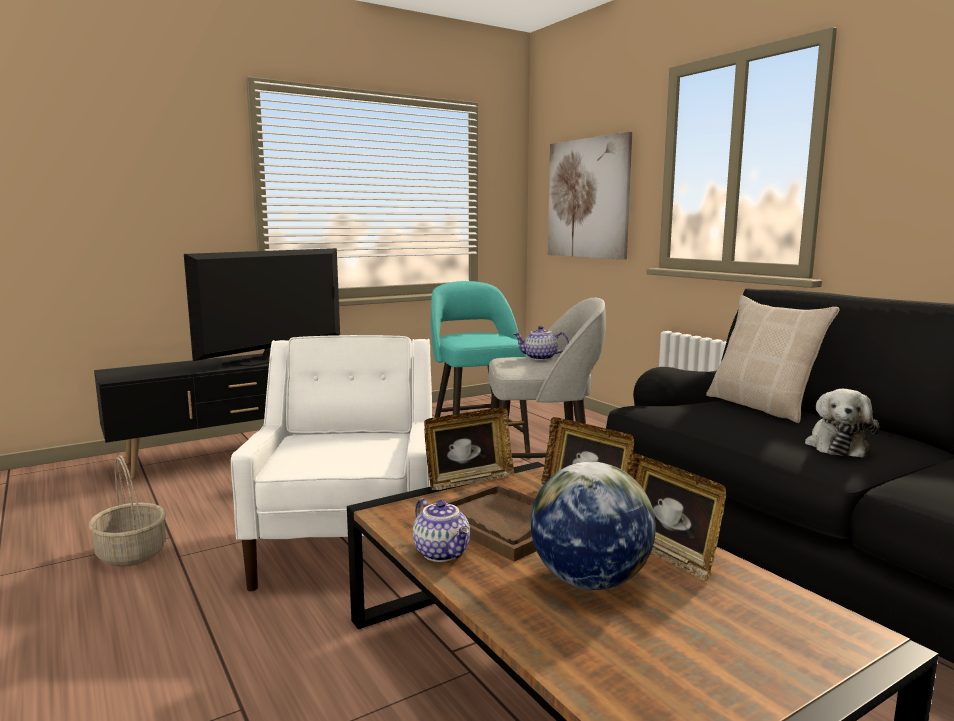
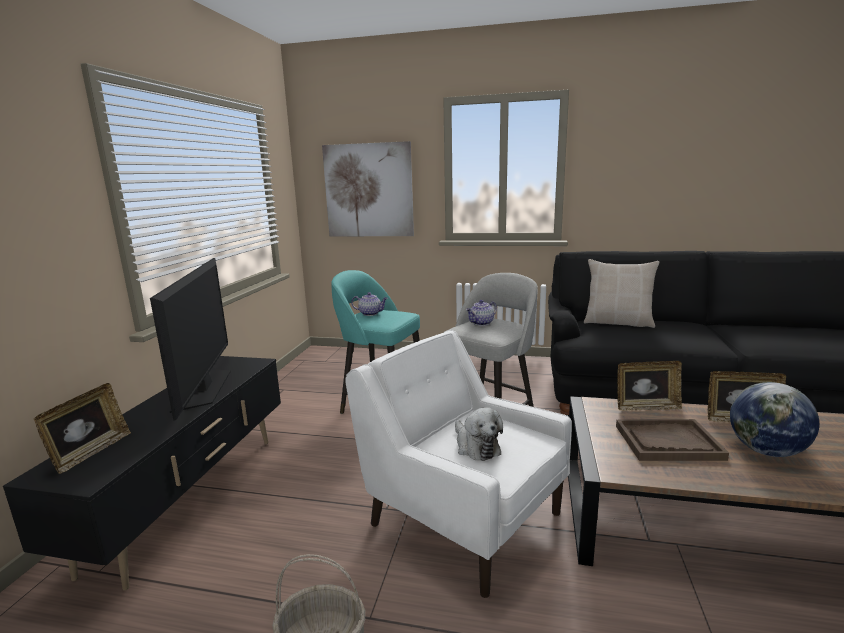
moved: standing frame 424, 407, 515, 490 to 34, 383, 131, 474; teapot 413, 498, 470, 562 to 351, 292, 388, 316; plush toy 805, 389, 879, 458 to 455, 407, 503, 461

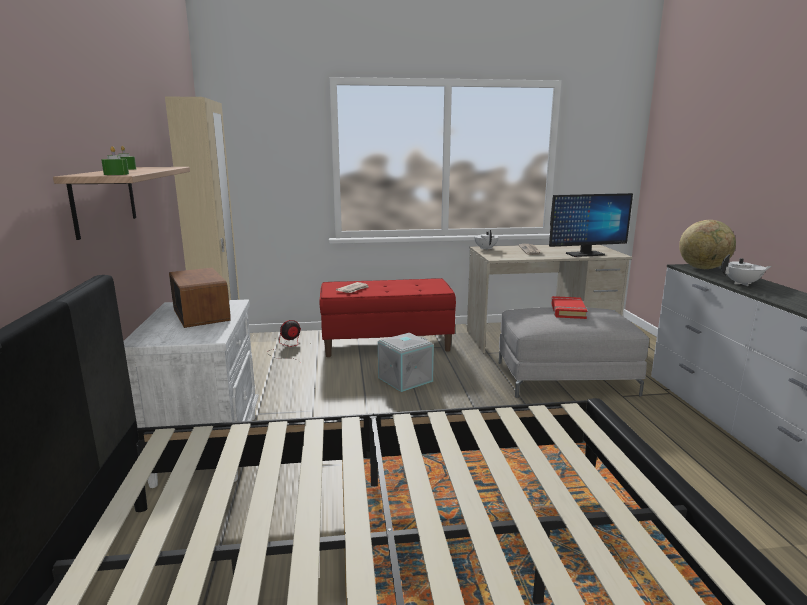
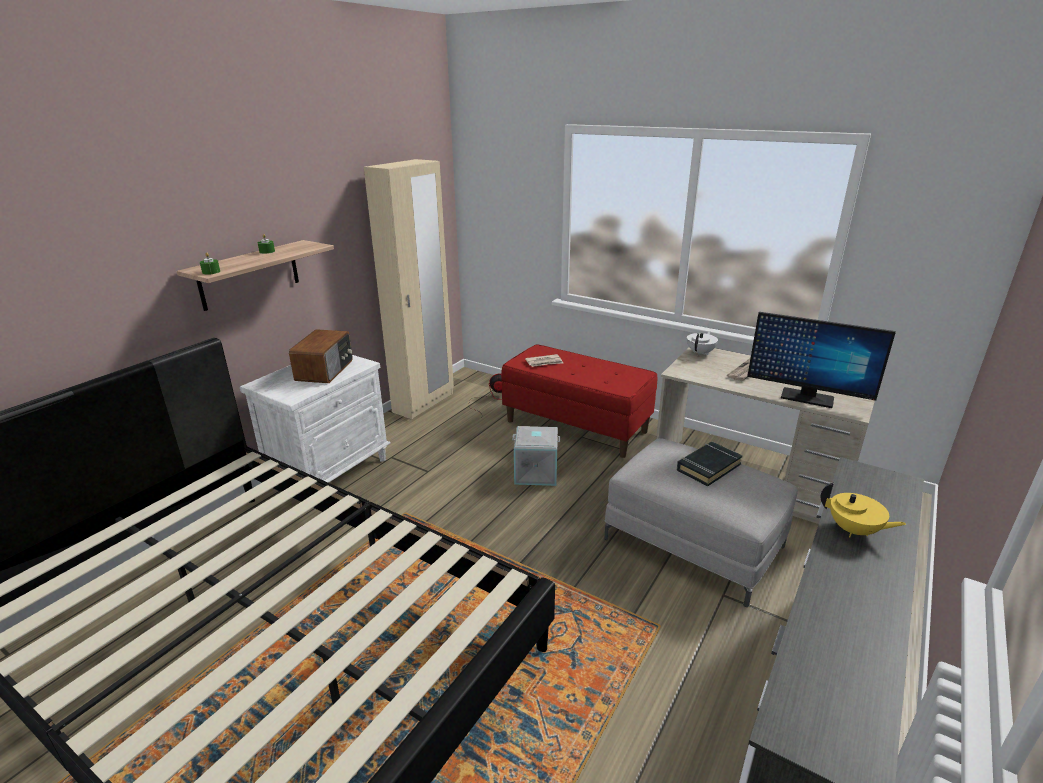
removed: globe 679, 220, 736, 269
recoloured: reddish volume 551, 296, 587, 319 to black volume 677, 442, 743, 486; whitish teapot 721, 254, 772, 286 to yellow-coloured teapot 821, 483, 906, 537

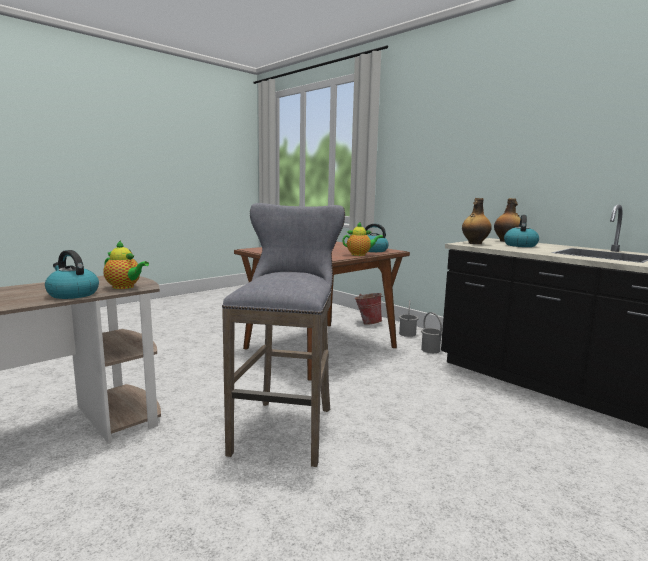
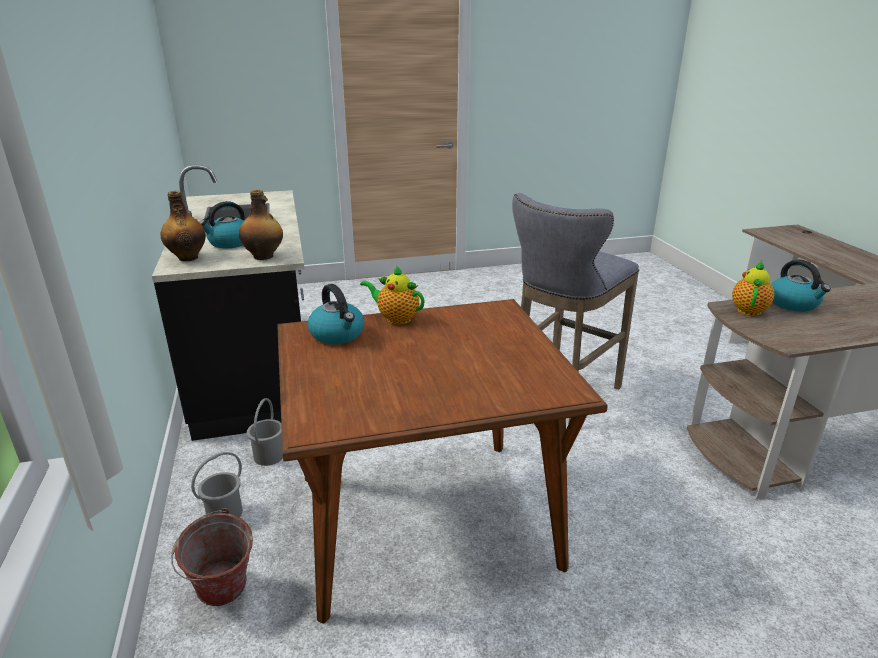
turned: teapot 103, 240, 149, 289 = 732, 261, 774, 316 60 degrees clockwise

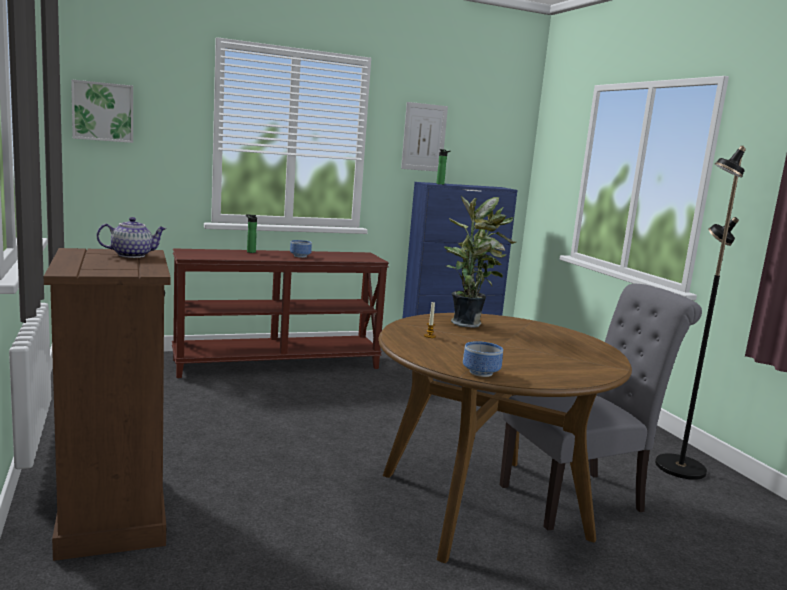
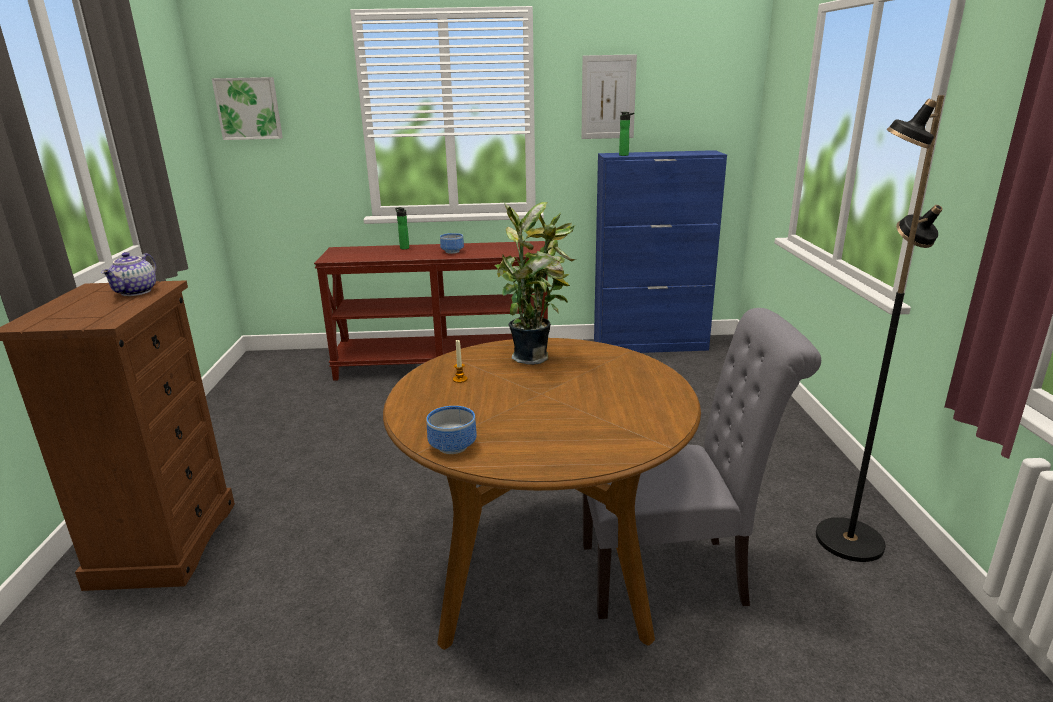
turned: teapot 97, 217, 167, 258 = 101, 252, 156, 296 105 degrees clockwise

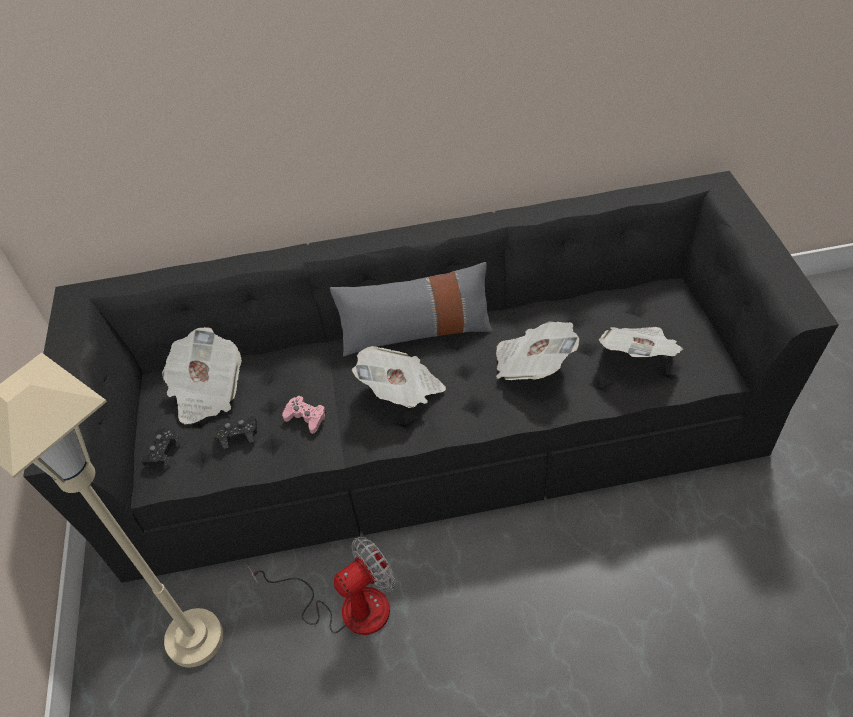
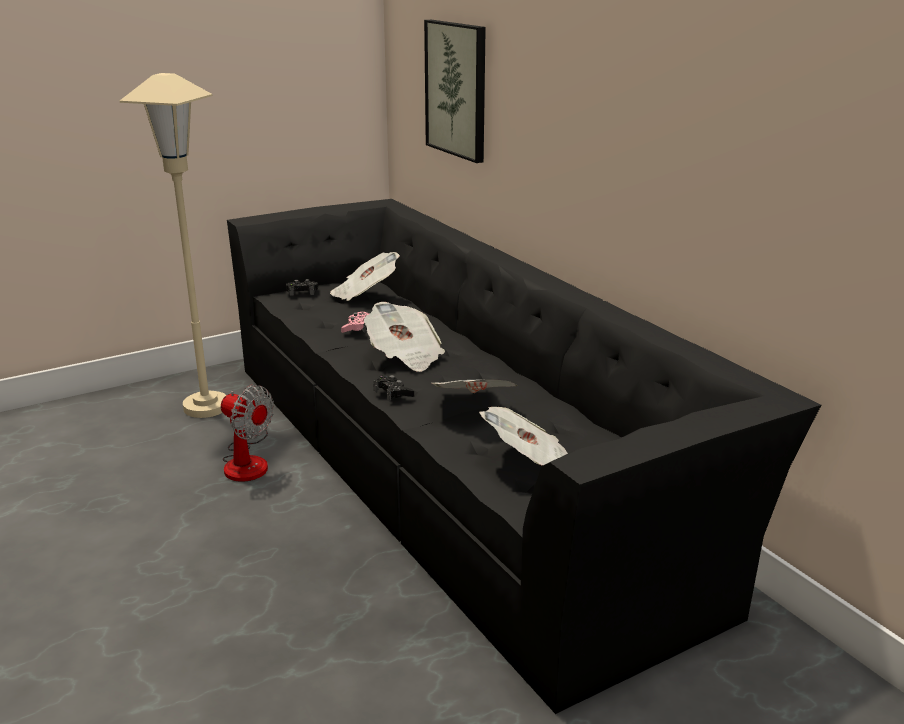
removed: greyish pillow 330, 262, 493, 356
added: wall art 424, 20, 486, 163
moved: black game controller 215, 416, 257, 449 to 373, 375, 414, 402

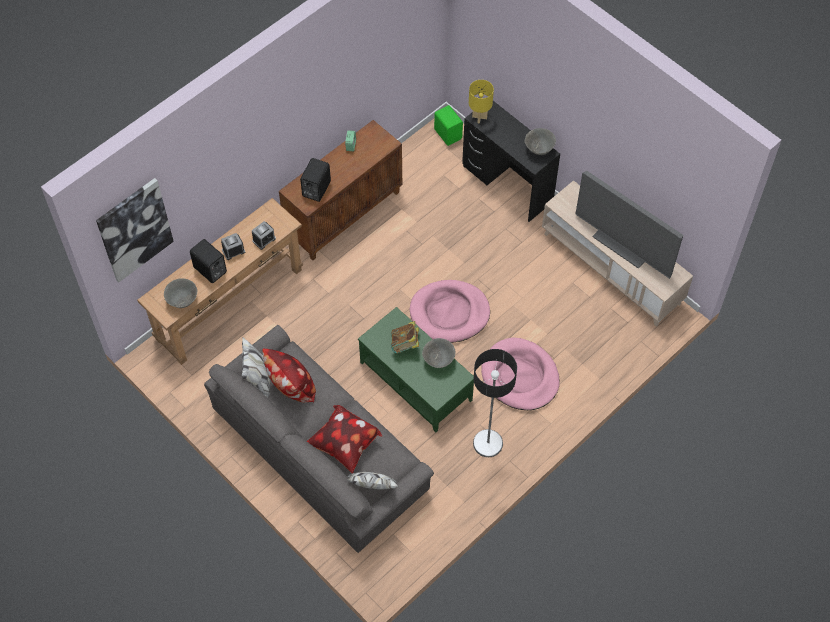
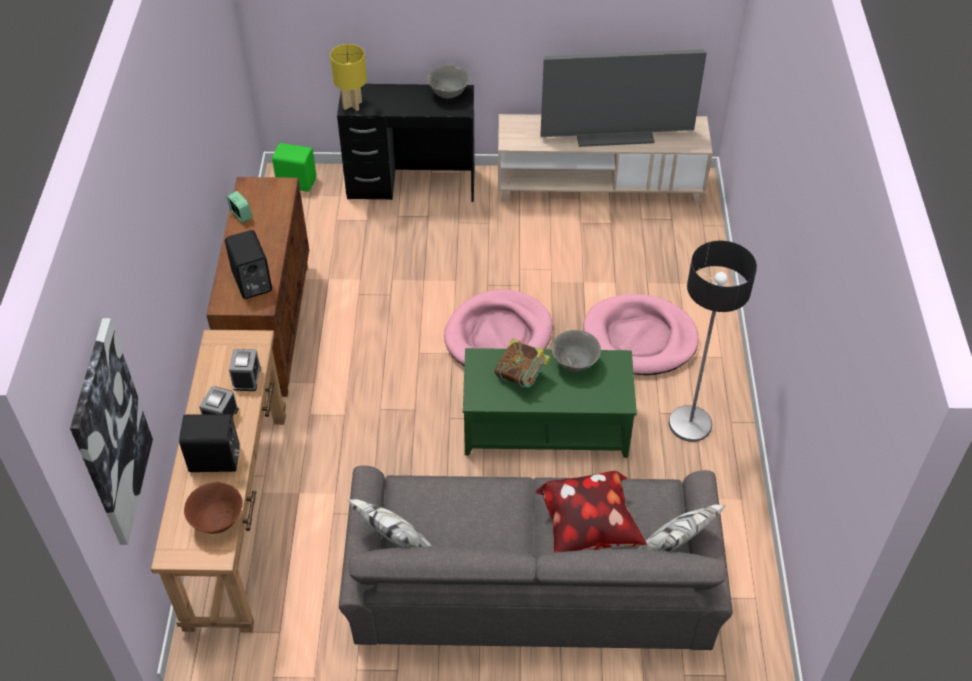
removed: pillow 263, 349, 316, 403
recoloured: greyish bowl 164, 278, 197, 308 to brown bowl 184, 482, 243, 534

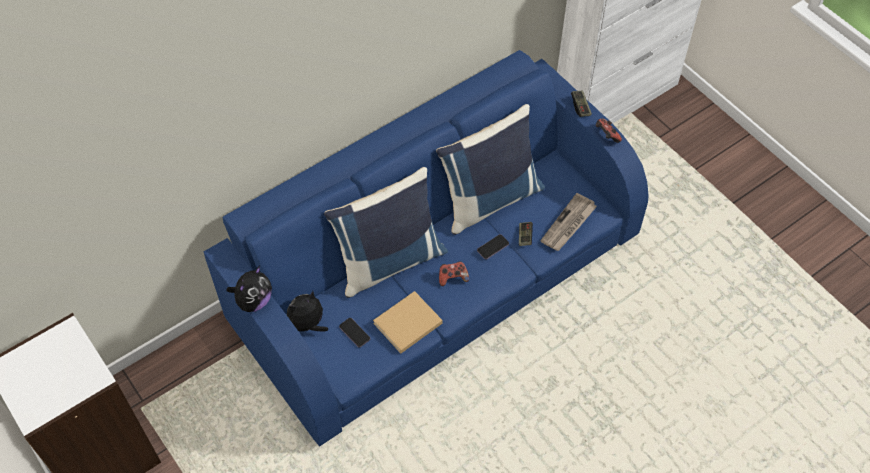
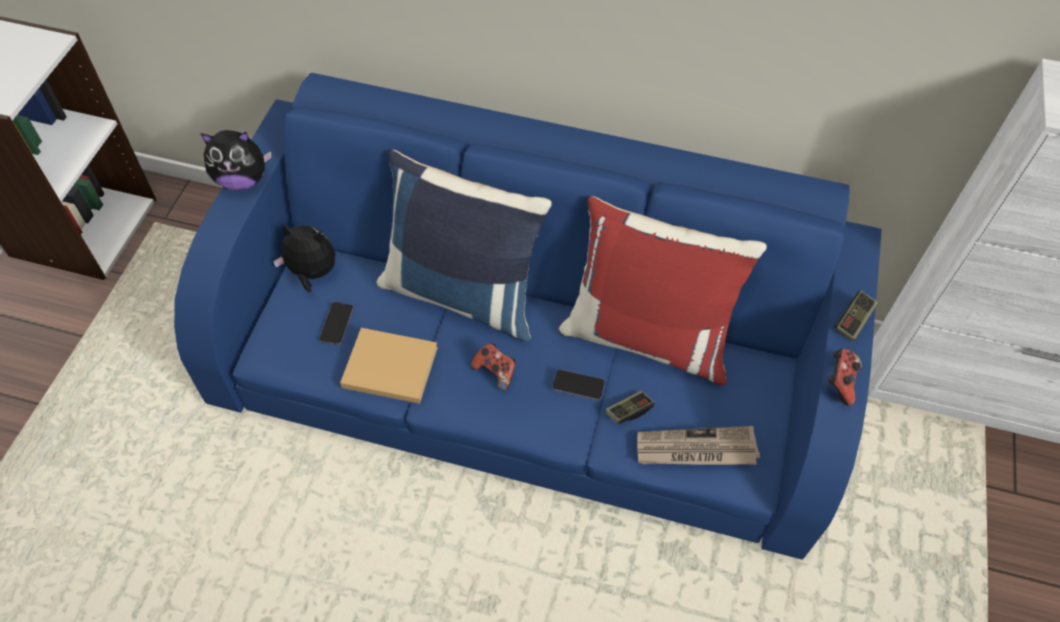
recoloured: blue pillow 436, 104, 545, 235 to reddish pillow 558, 196, 767, 385

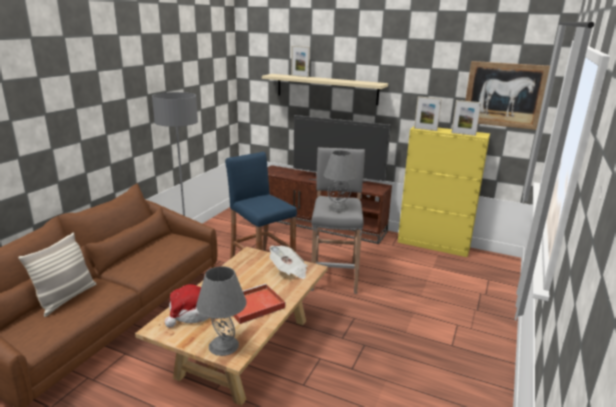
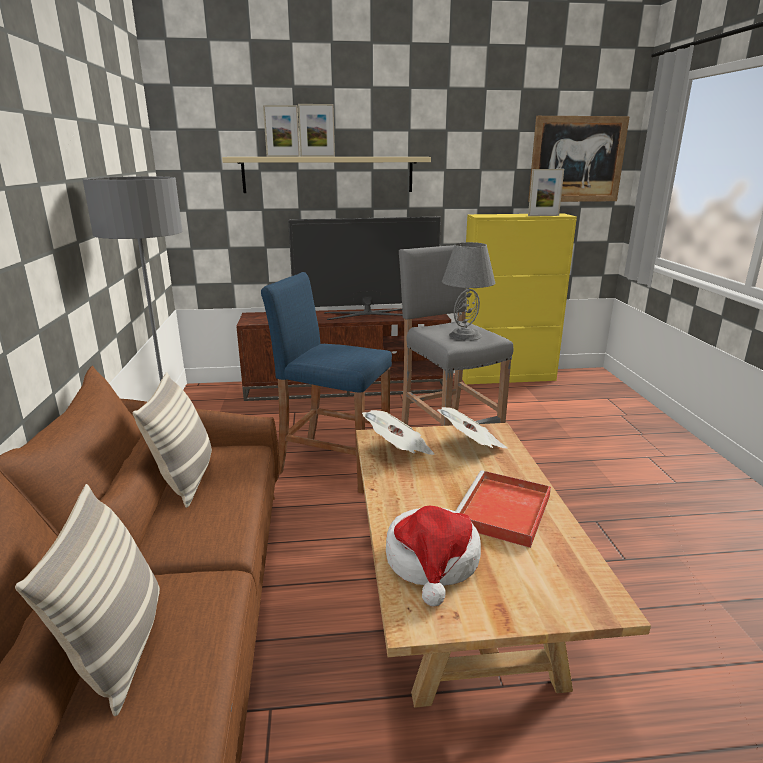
removed: greyish tabletop lamp 196, 266, 247, 356
added: pillow 133, 372, 212, 508; printed paper 362, 410, 435, 455
moved: standing frame 414, 97, 442, 131 to 298, 104, 335, 157

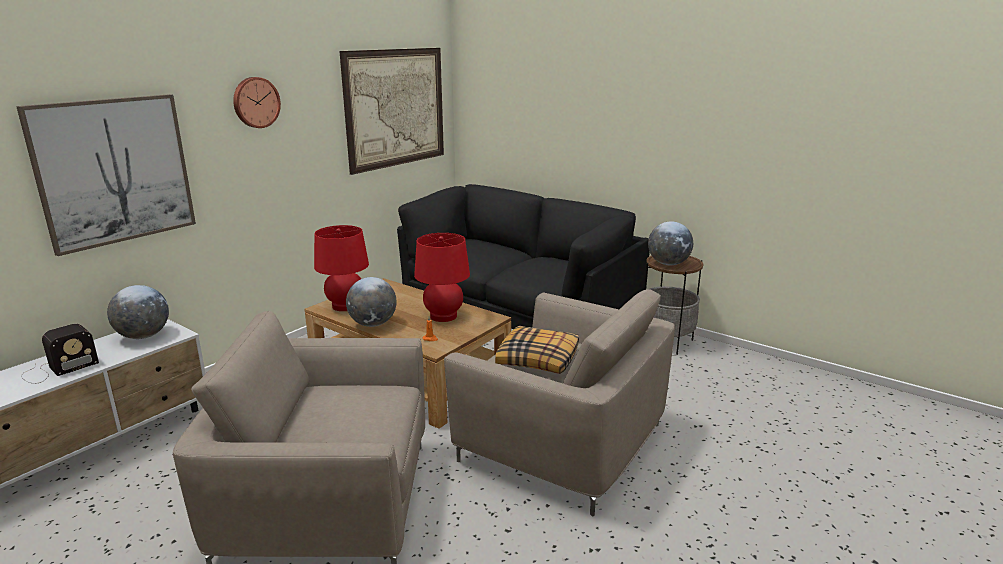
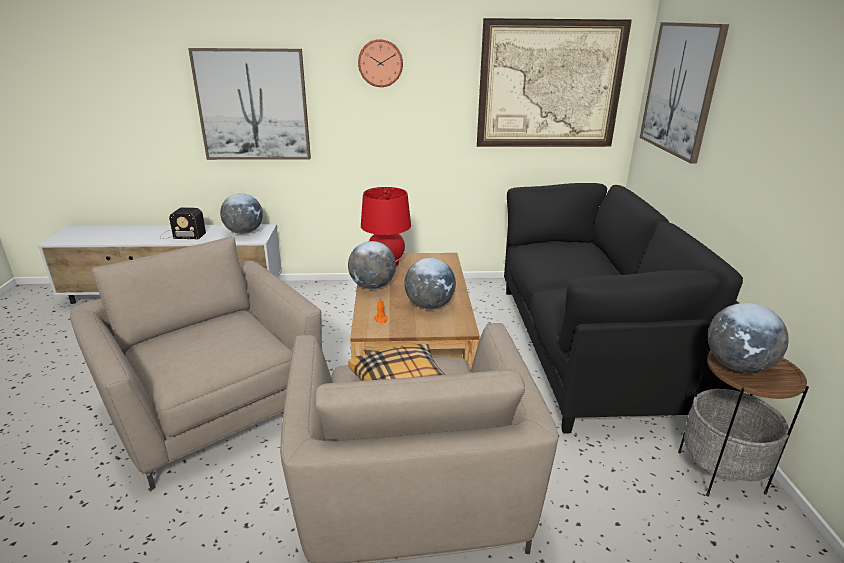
added: wall art 640, 22, 729, 164
replaced: reddish tabletop lamp 414, 233, 470, 322 to globe 404, 258, 456, 309

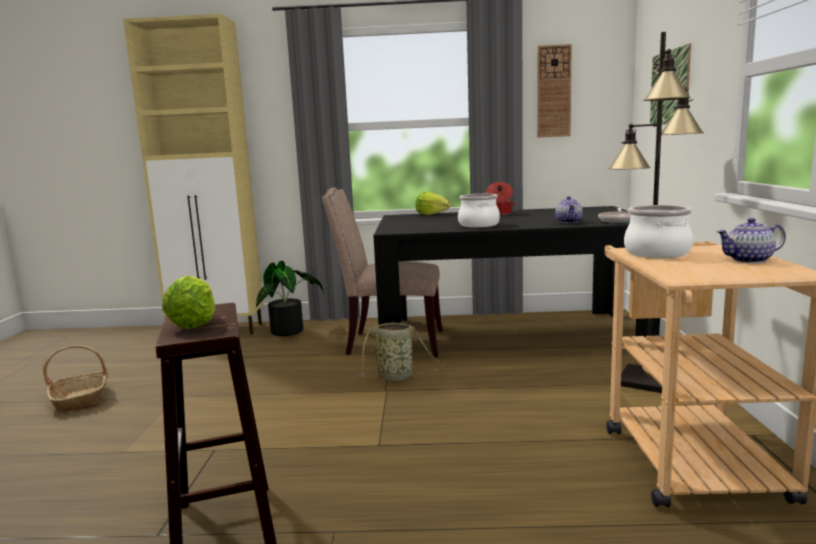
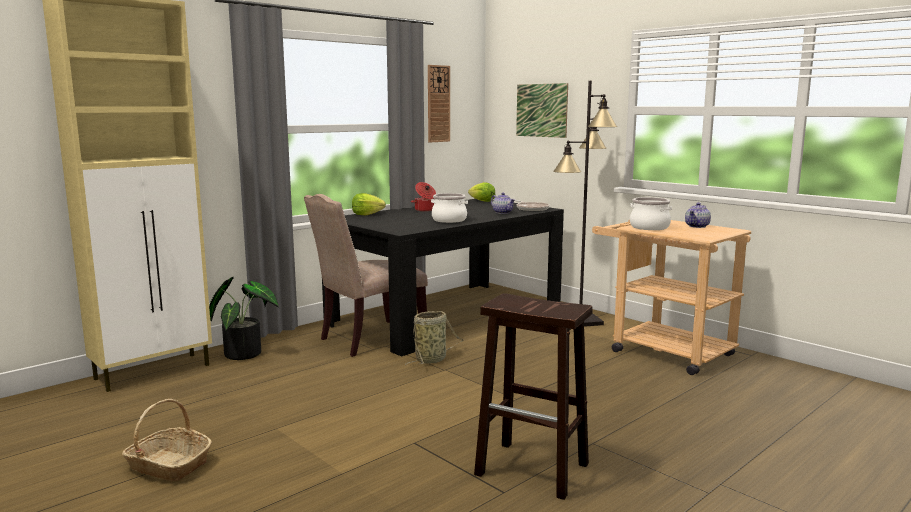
moved: lettuce 162, 276, 215, 329 to 468, 182, 495, 202

